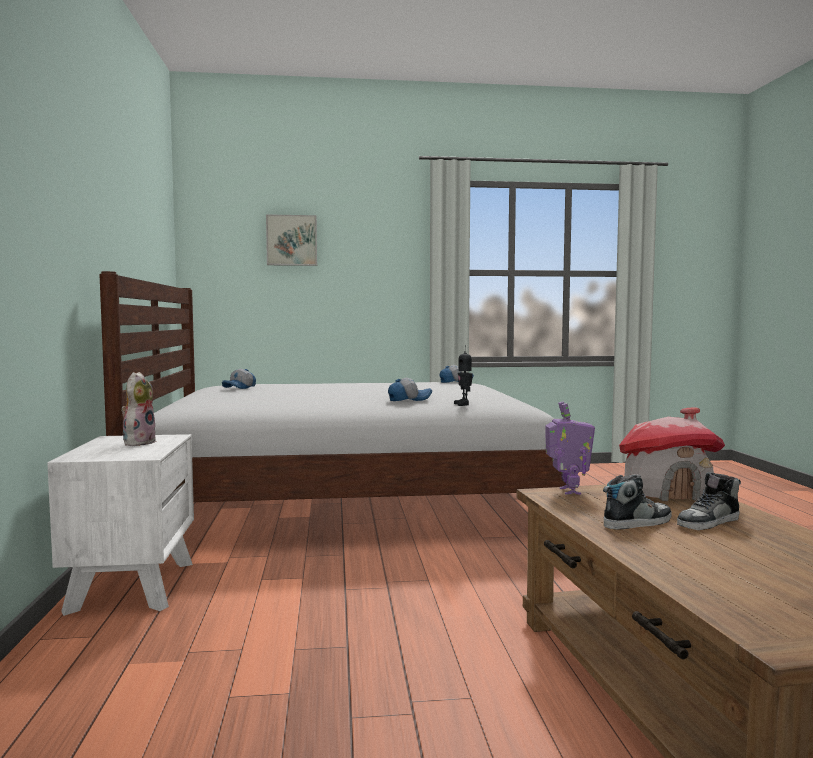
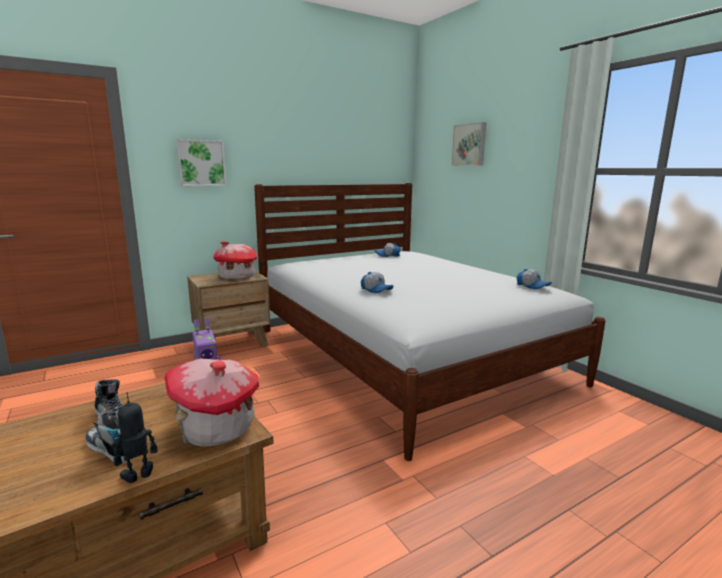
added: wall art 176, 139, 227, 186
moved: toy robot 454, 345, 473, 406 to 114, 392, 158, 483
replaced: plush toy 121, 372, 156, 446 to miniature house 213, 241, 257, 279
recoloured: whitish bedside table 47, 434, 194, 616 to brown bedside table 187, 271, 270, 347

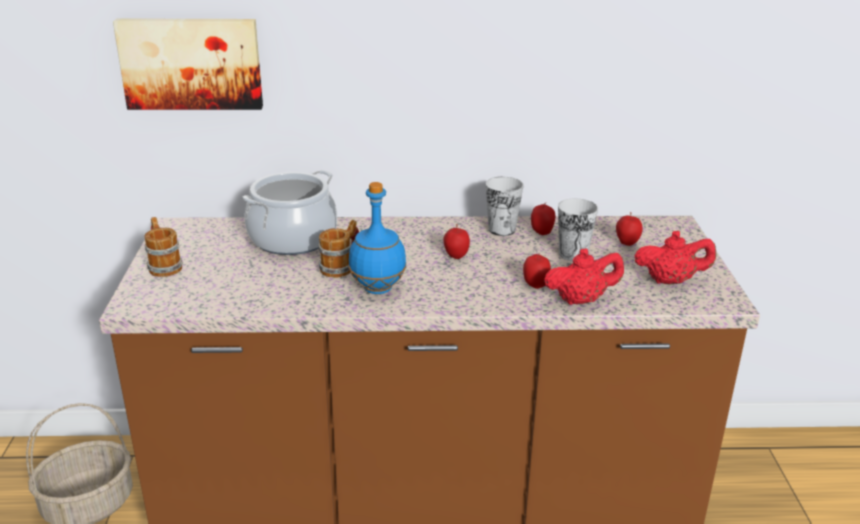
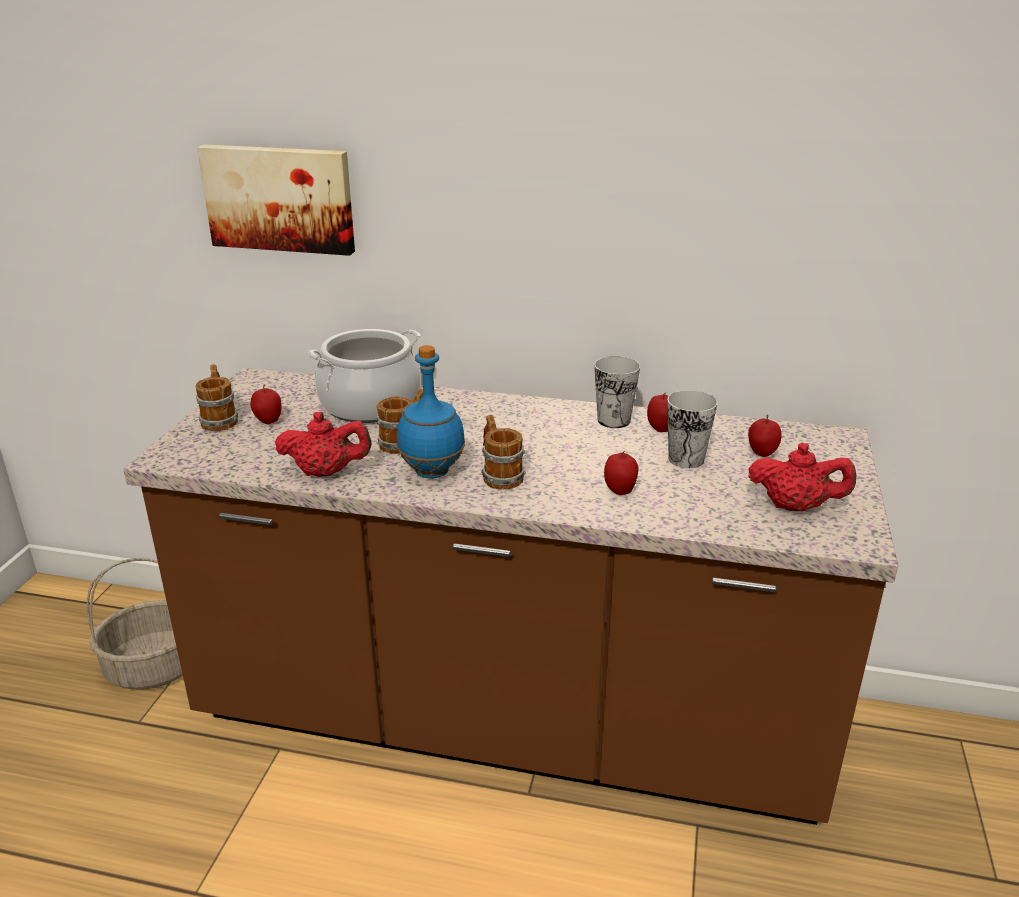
added: mug 481, 415, 526, 489
moved: apple fruit 443, 224, 470, 259 to 250, 384, 281, 424; reddish teapot 544, 248, 624, 305 to 275, 412, 372, 477

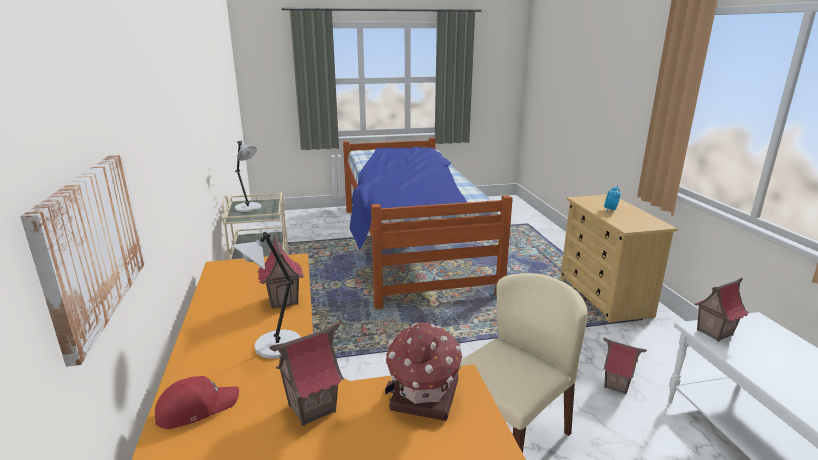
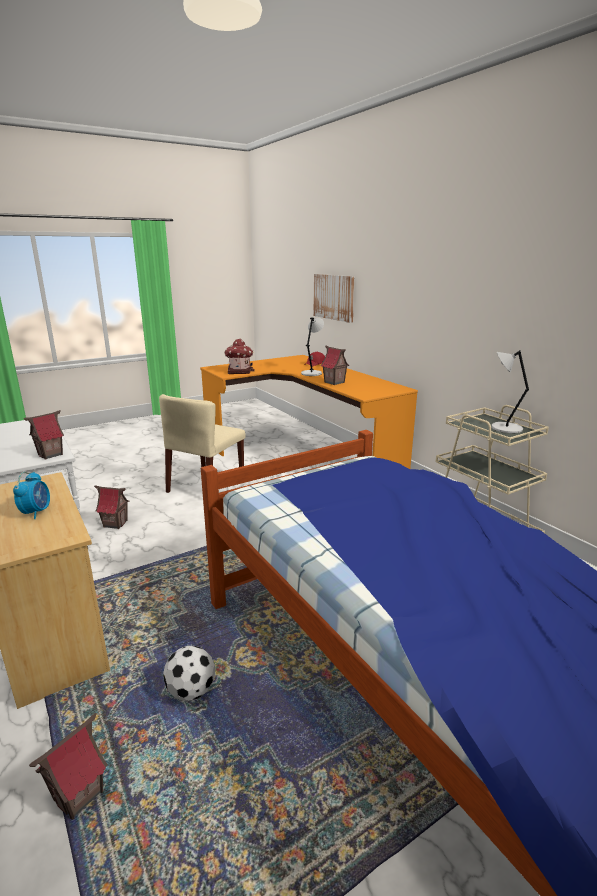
added: ball for football 163, 645, 215, 701
moved: miniature house 269, 323, 344, 426 to 29, 713, 108, 820

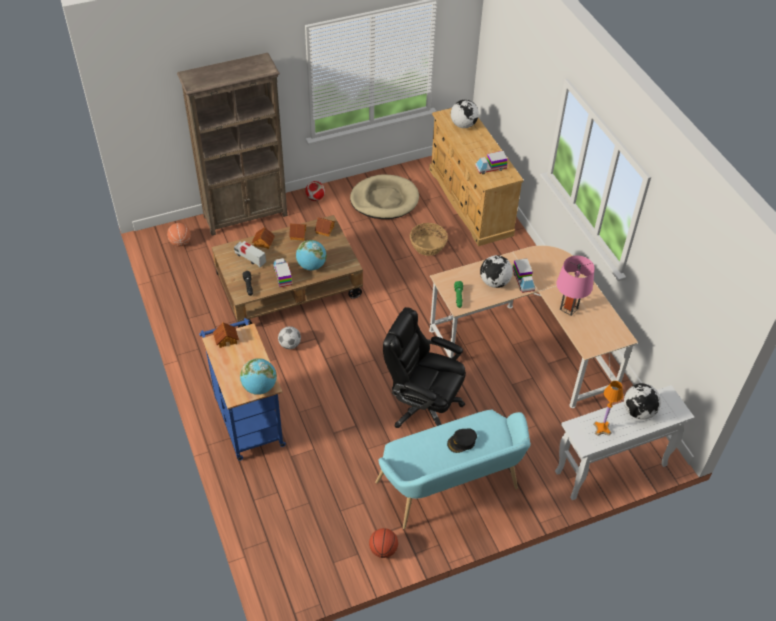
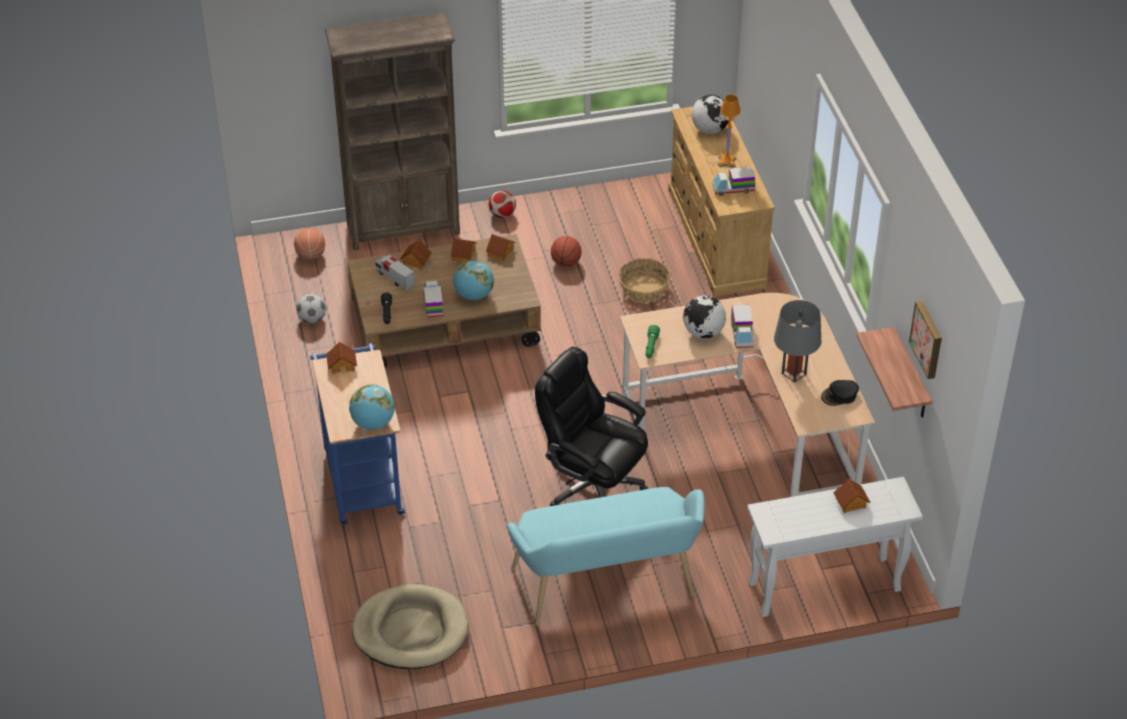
added: shelf 857, 327, 932, 418; wall art 909, 301, 942, 379
moved: ball for football 278, 326, 301, 349 to 297, 294, 326, 323; beige-coloured pet bed 350, 174, 419, 219 to 352, 584, 468, 669; basketball ball 369, 528, 398, 558 to 551, 236, 582, 267; orange-coloured tabletop lamp 593, 381, 623, 436 to 717, 95, 741, 168; black cap 447, 428, 477, 453 to 821, 380, 859, 406
replaced: globe 624, 383, 661, 420 to miniature house 833, 479, 870, 513
recoloured: pink tabletop lamp 557, 255, 595, 316 to greyish tabletop lamp 774, 300, 821, 383

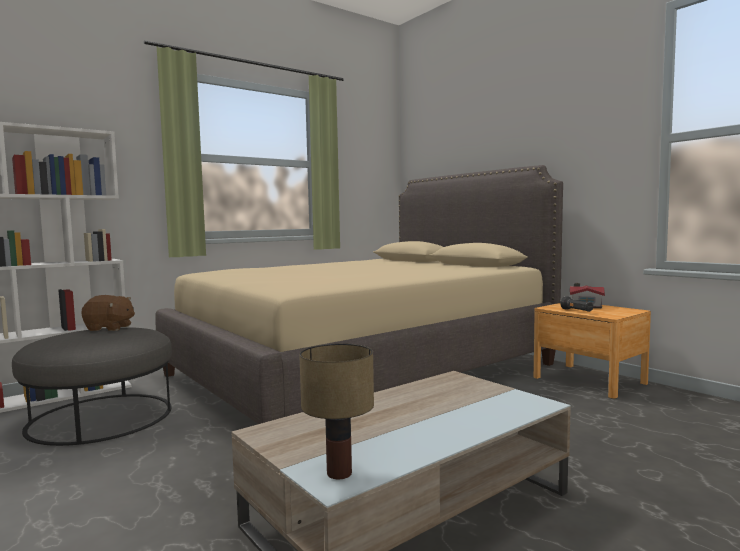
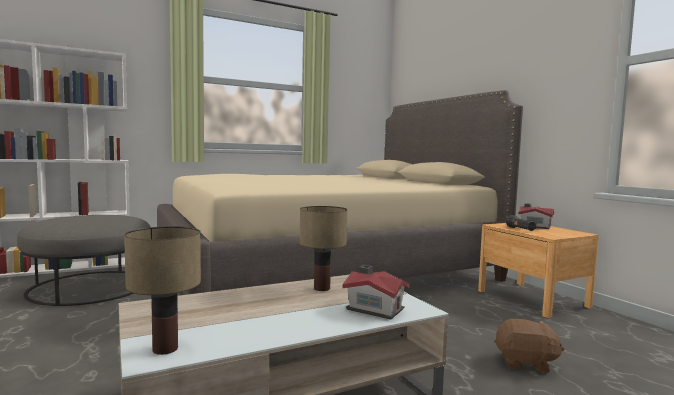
added: tabletop lamp 299, 206, 348, 291; miniature house 343, 265, 409, 320
moved: brown plush toy 81, 295, 135, 331 to 494, 319, 565, 373

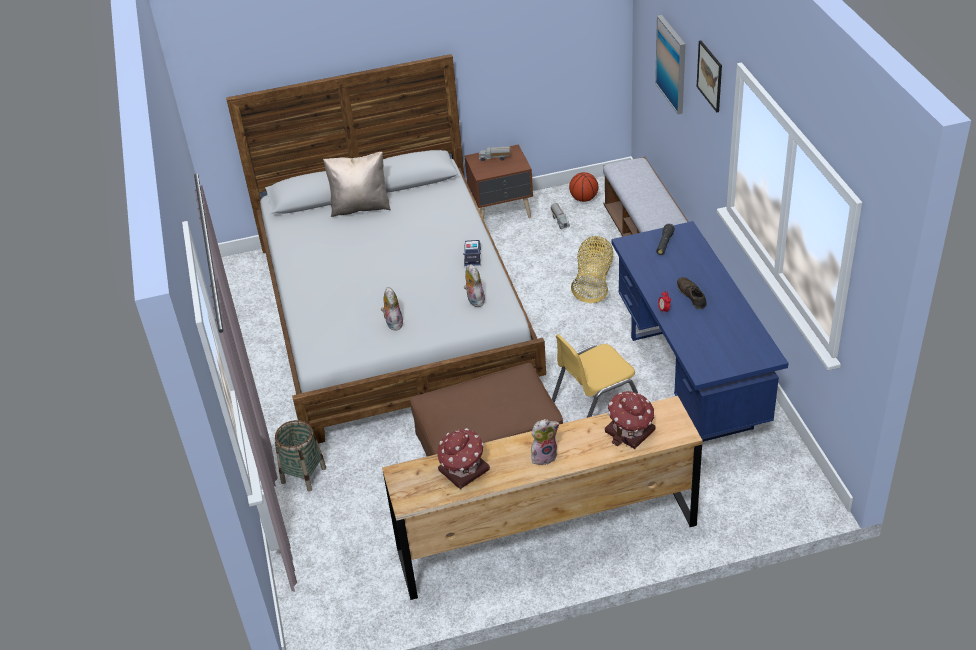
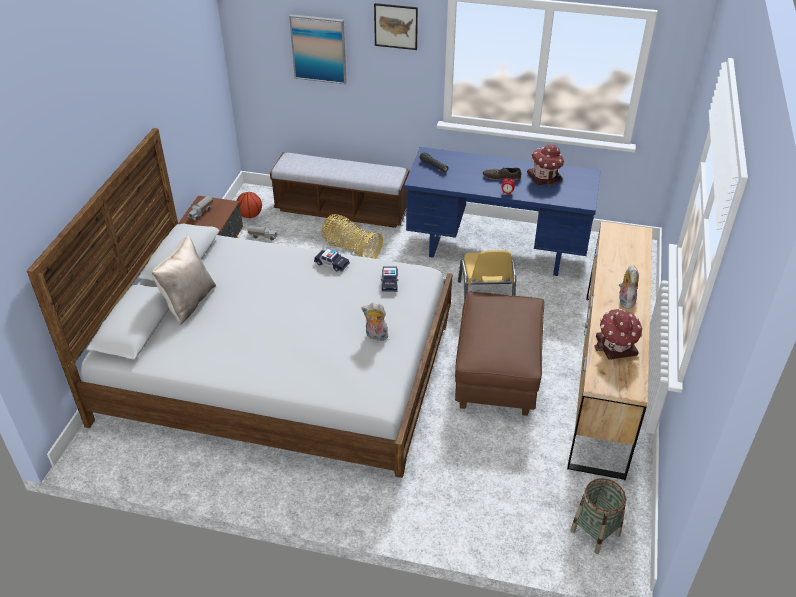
moved: miniature house 605, 391, 656, 449 to 527, 145, 564, 186; household basket 275, 420, 326, 492 to 570, 478, 626, 554
replaced: plush toy 464, 264, 485, 307 to model car 381, 266, 399, 292

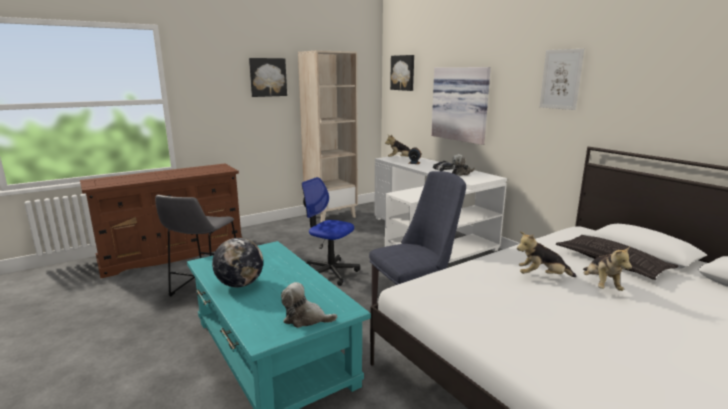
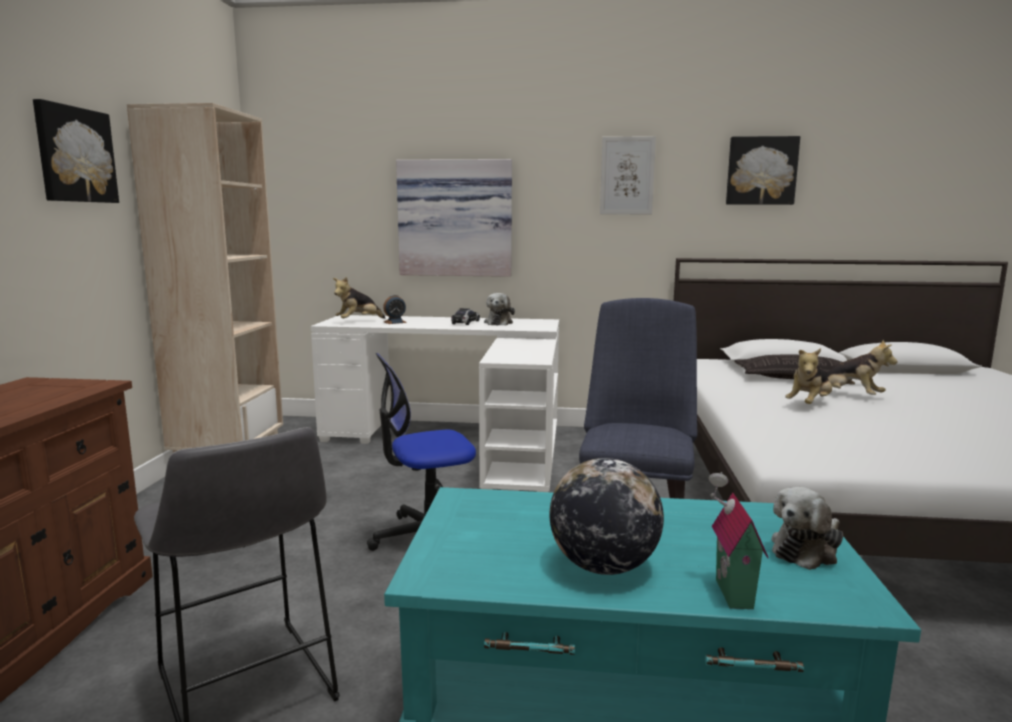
added: miniature house 709, 472, 768, 609
moved: wall art 390, 55, 414, 91 to 726, 136, 800, 205

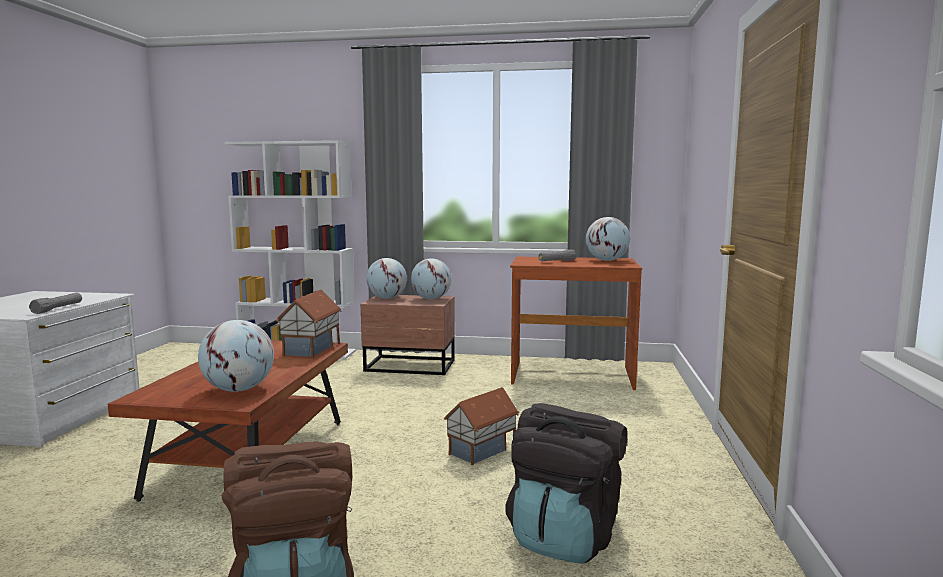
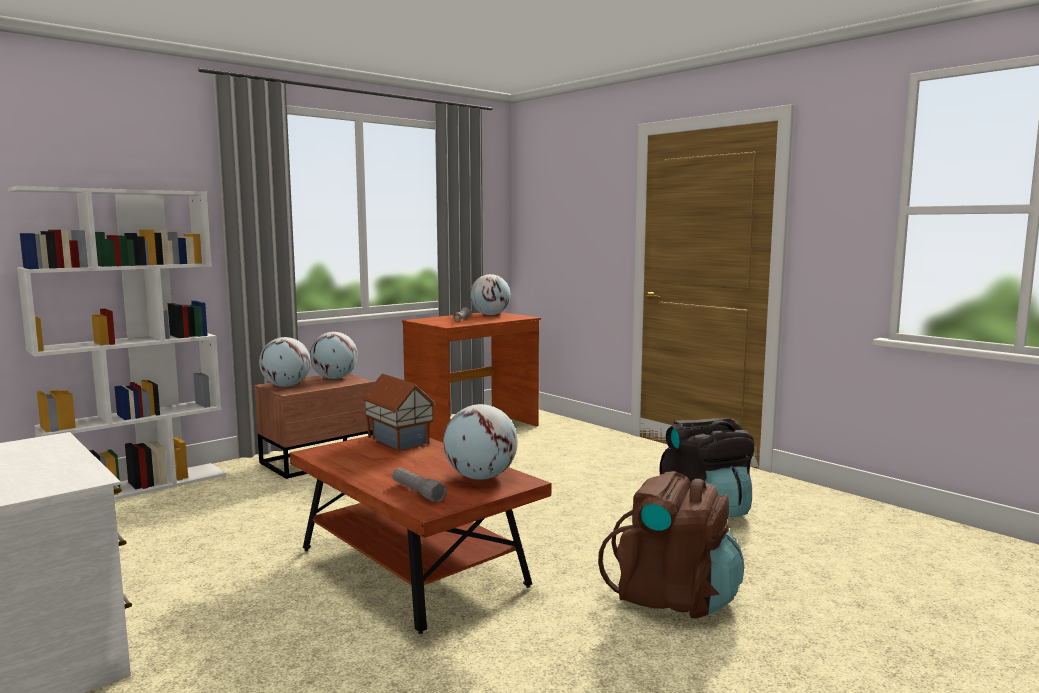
removed: miniature house 444, 387, 520, 465
moved: greyish flashlight 29, 293, 82, 314 to 392, 467, 447, 502

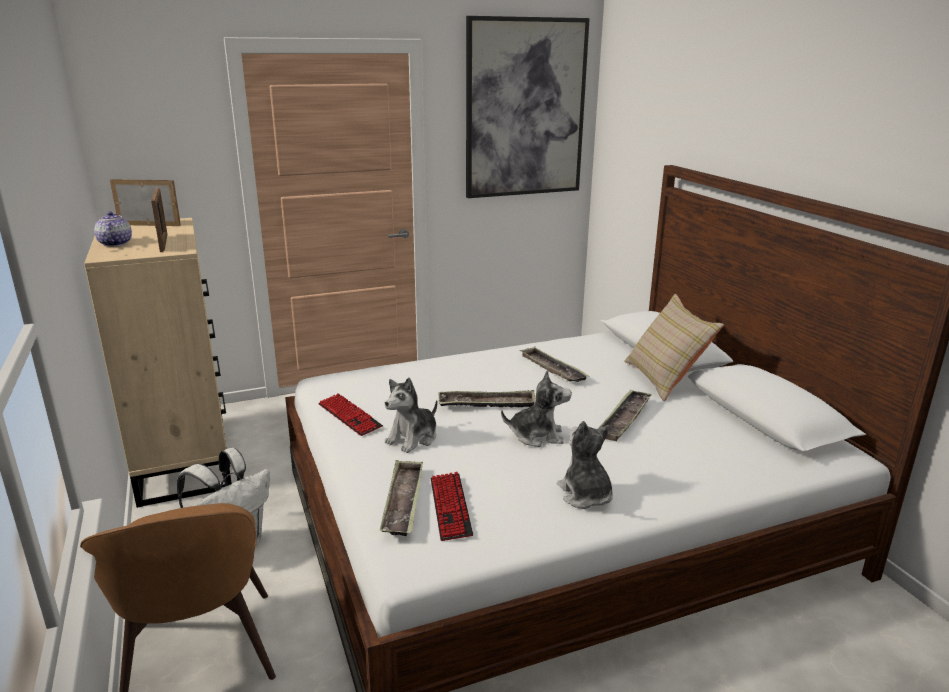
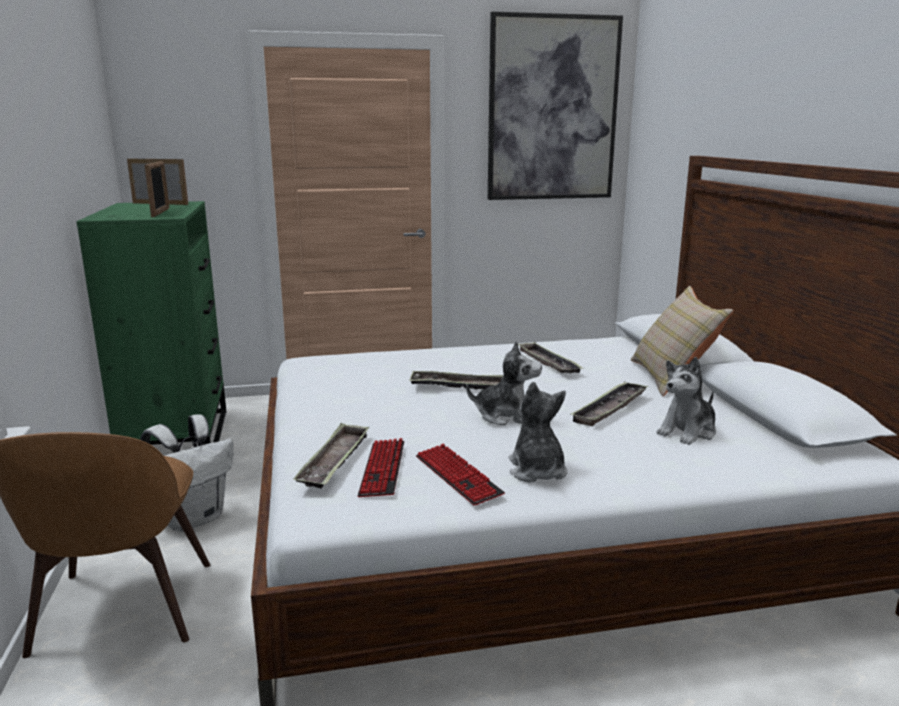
removed: teapot 94, 211, 132, 247
moved: PC keyboard 318, 393, 383, 436 to 416, 444, 505, 506; plush toy 385, 377, 437, 453 to 656, 357, 716, 445
recoloured: beige-coloured chest of drawers 84, 218, 232, 508 to greenish chest of drawers 76, 201, 227, 445

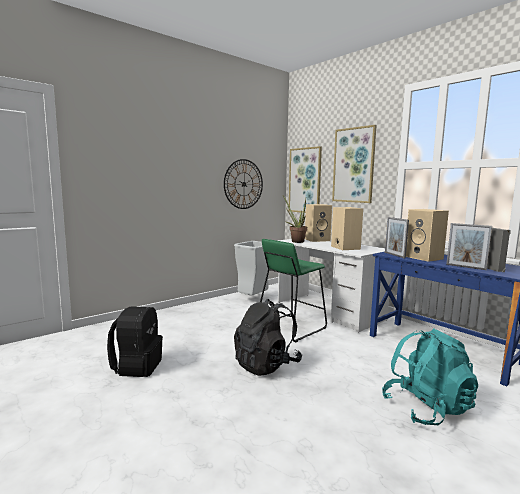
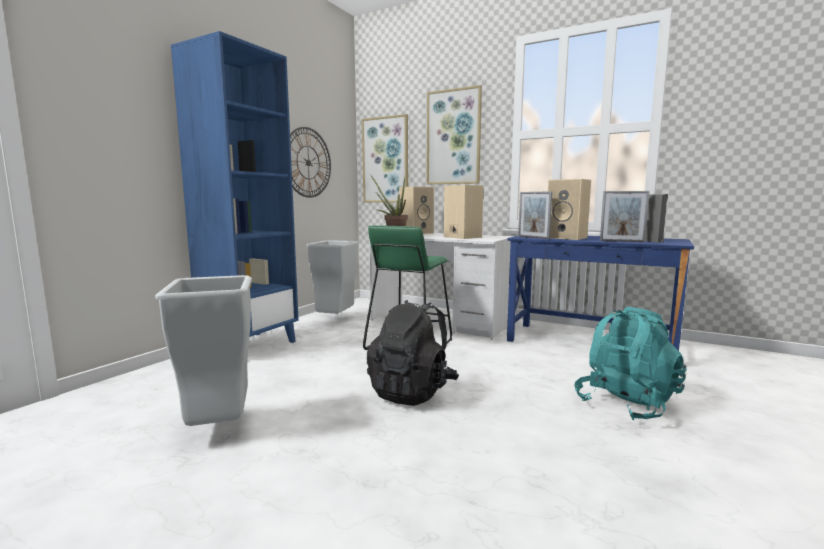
added: blue bookshelf 171, 31, 299, 343
replaced: black rucksack 107, 306, 163, 377 to greyish rubbish bin 155, 275, 252, 426

